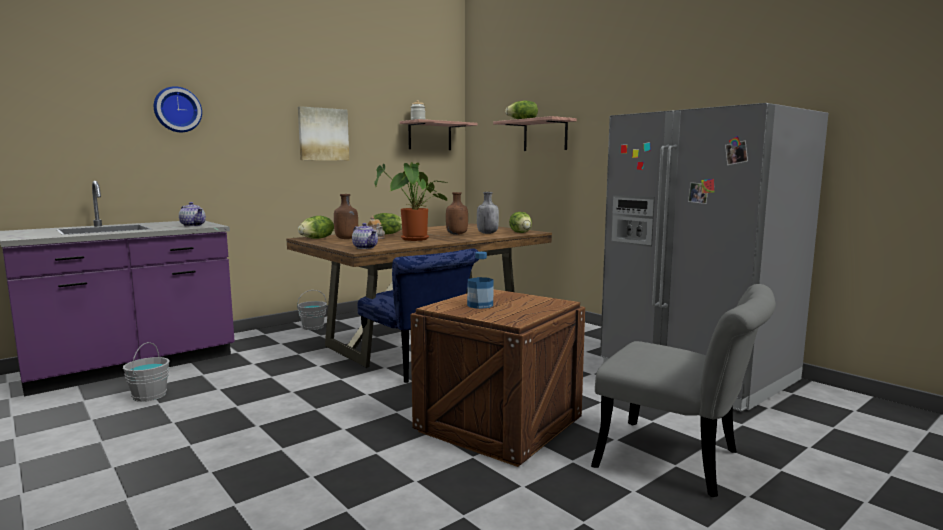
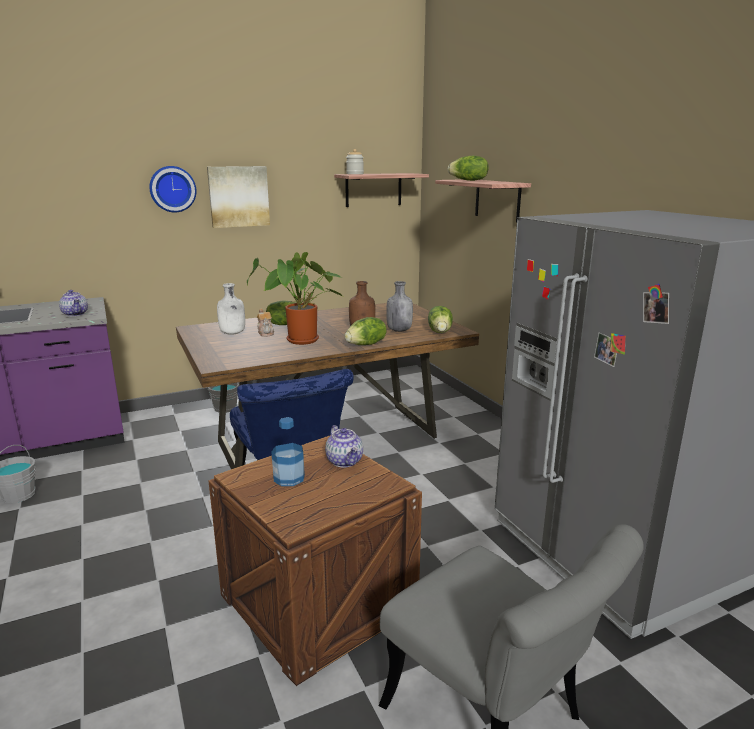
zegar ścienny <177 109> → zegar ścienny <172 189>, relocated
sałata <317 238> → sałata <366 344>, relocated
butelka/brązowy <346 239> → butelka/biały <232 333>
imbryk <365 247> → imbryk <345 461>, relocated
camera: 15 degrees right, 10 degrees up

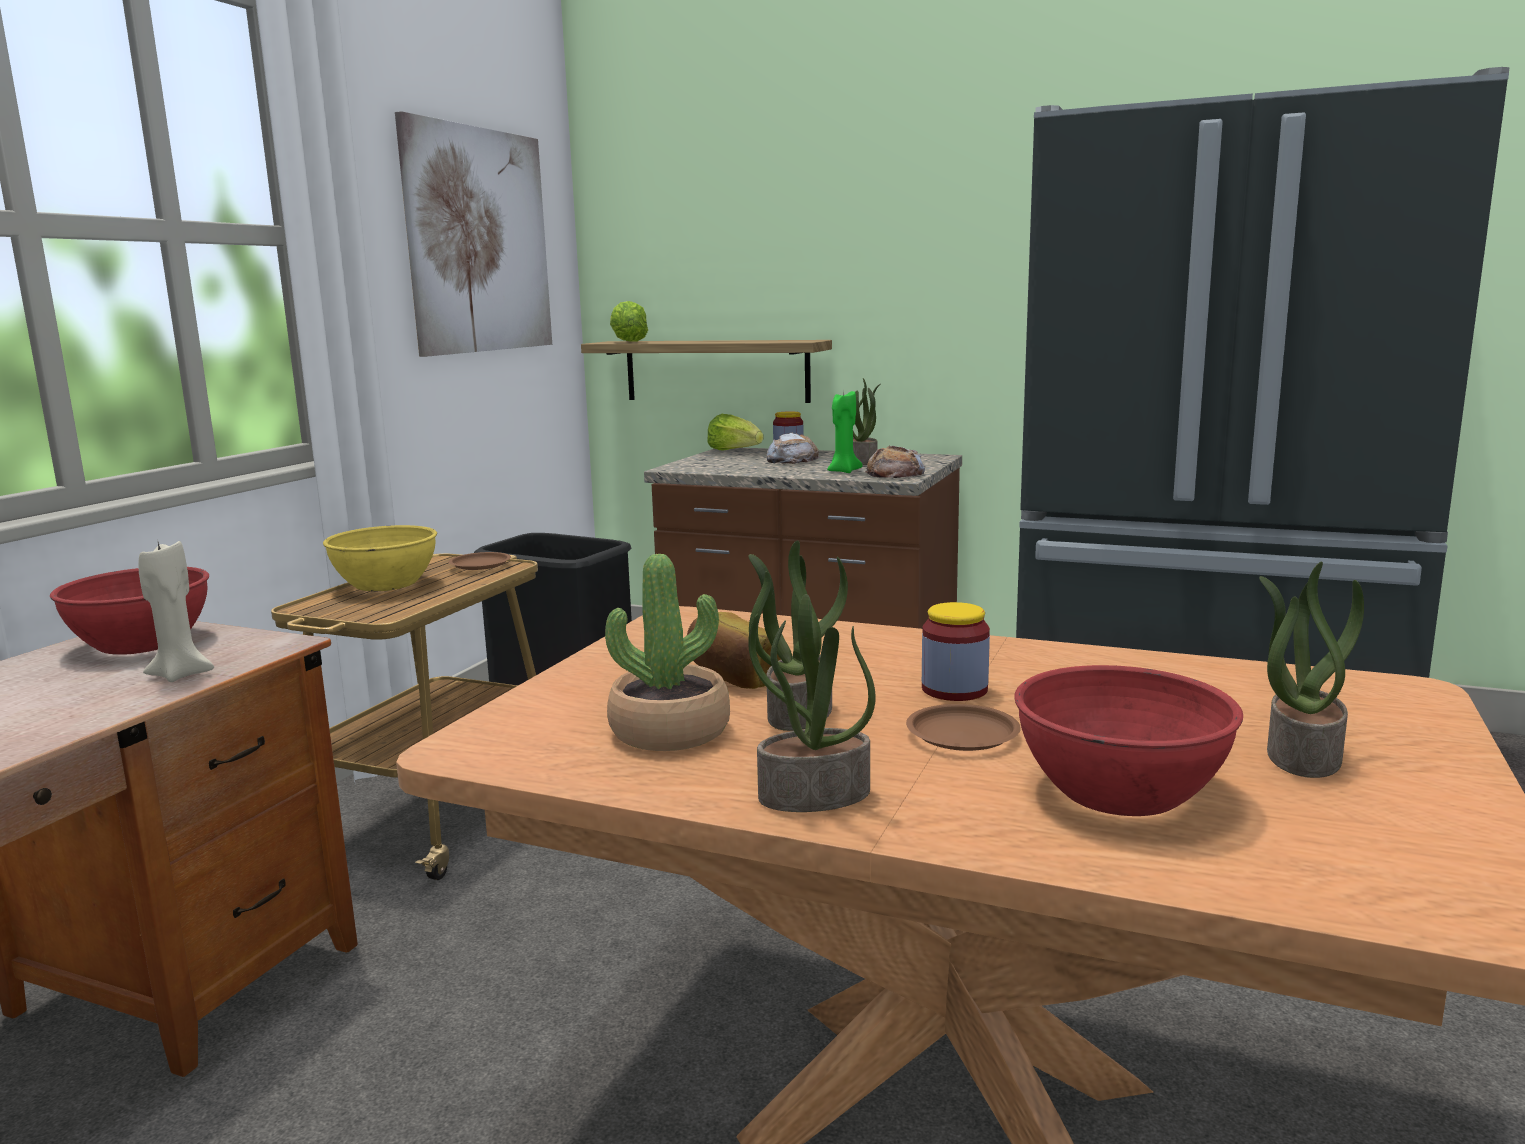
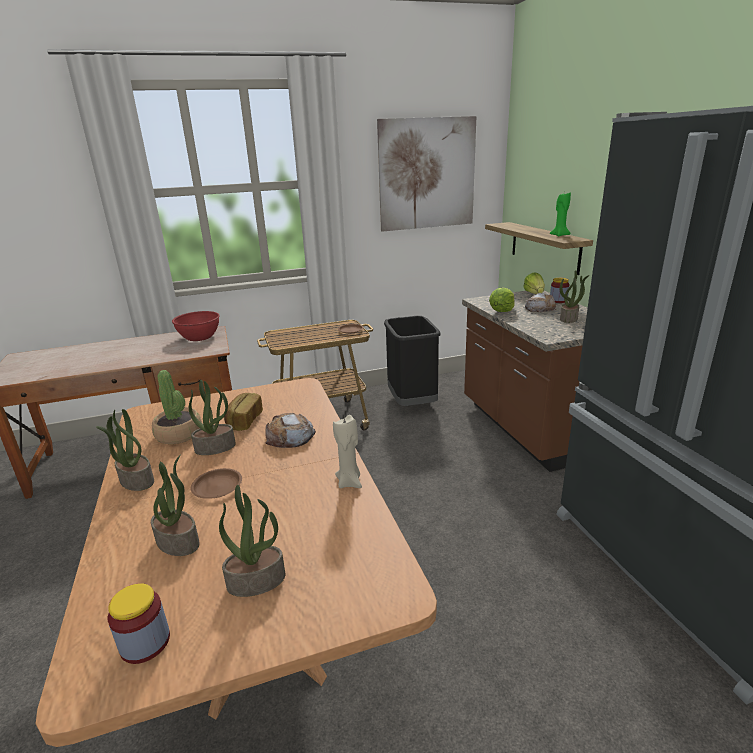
świeca/beżowy <181 674> → świeca/beżowy <349 482>, relocated
miska/żółty <386 584> → -
sałata <628 342> → sałata <502 311>, relocated
świeca/zielony <843 471> → świeca/zielony <559 235>, relocated
chleb <895 474> → chleb <290 436>, relocated
słoik <954 689> → słoik <145 642>, relocated
miska/czerwony <1120 790> → roślina doniczkowa <179 542>
camera: 50 degrees right, 10 degrees up

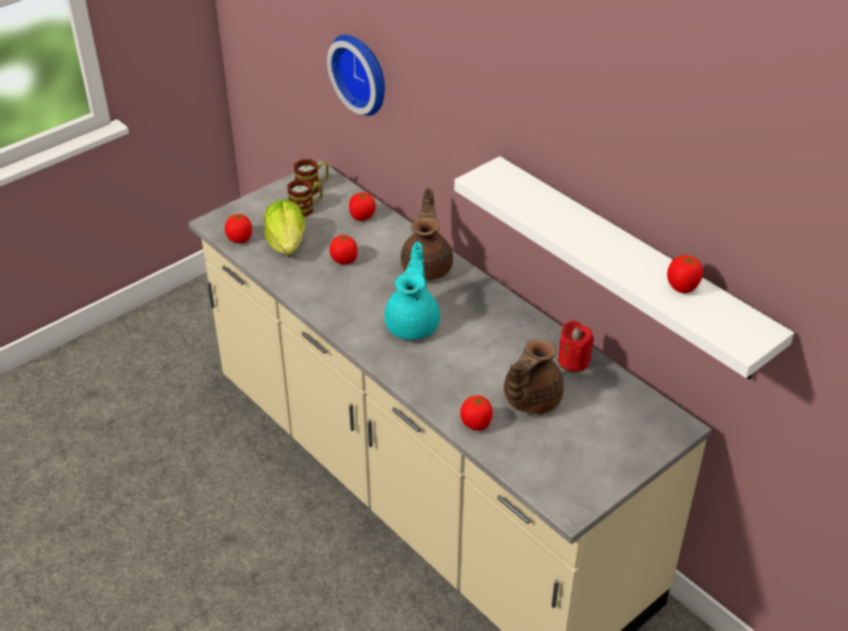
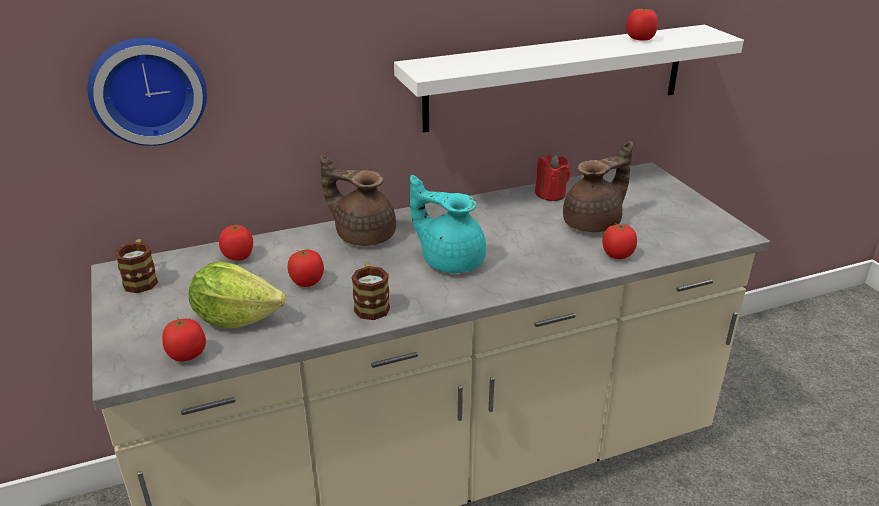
kubek <306 208> → kubek <371 304>, relocated
imbryk/brązowy <529 400> → imbryk/brązowy <594 223>, 90 degrees counterclockwise
camera: 70 degrees left, 10 degrees down

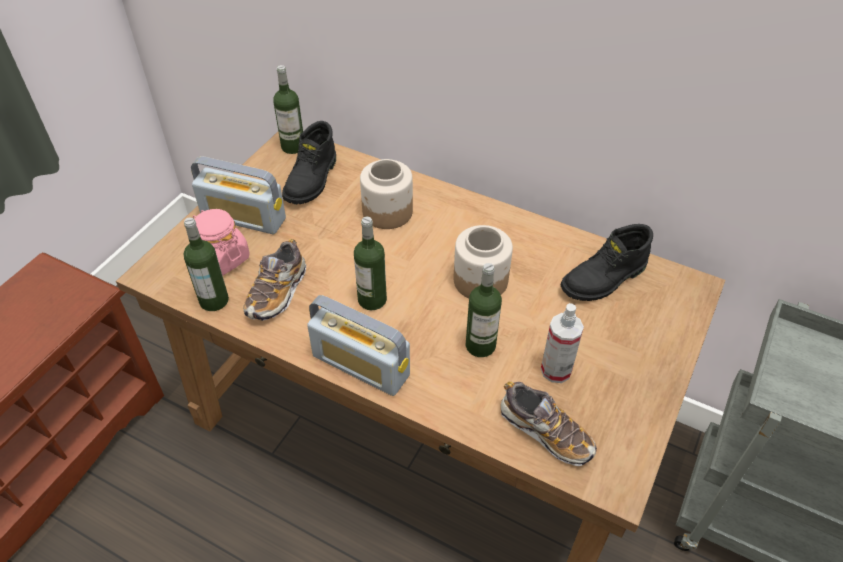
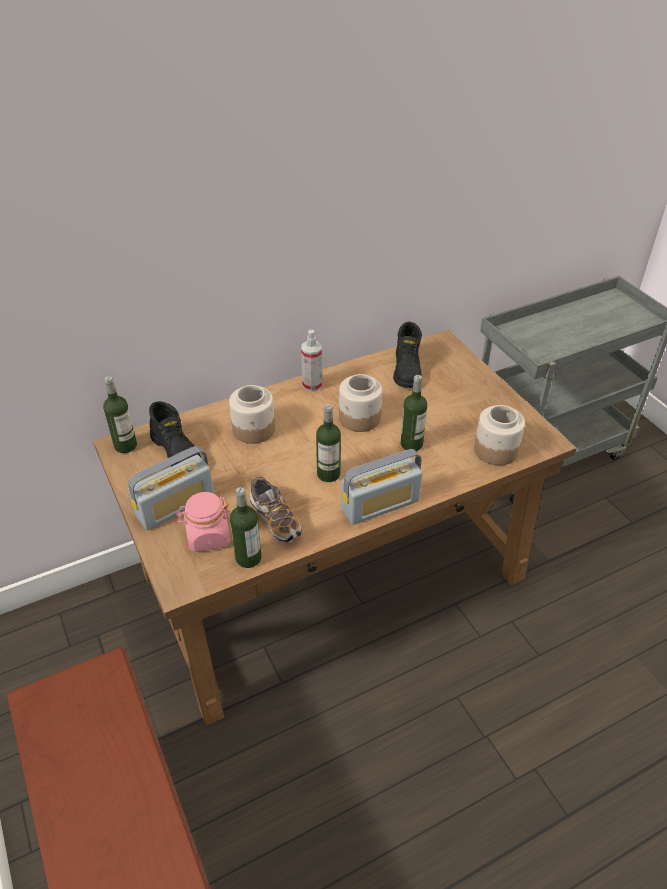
but <545 432> → słoik <495 450>
spryskiwacz <556 370> → spryskiwacz <312 385>, relocated
camera: 55 degrees left, 5 degrees down

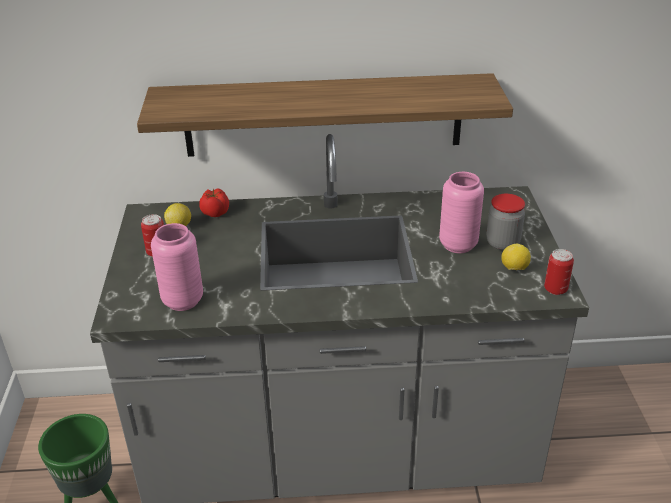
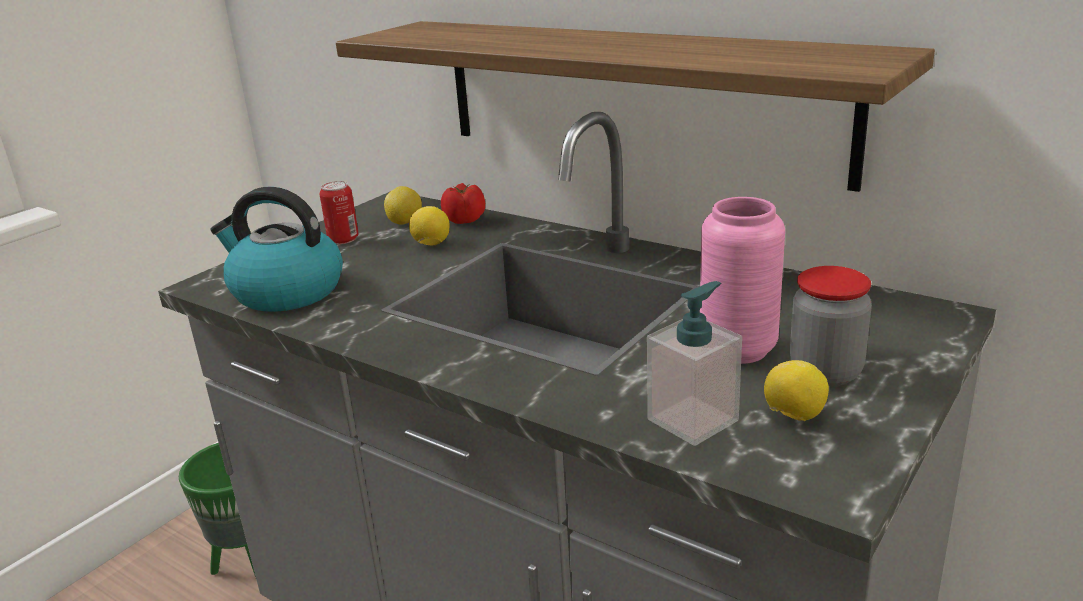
wazon/różowy <183 301> → czajnik <285 292>
puszka <555 289> → -
- → cytryna <431 244>
- → dozownik mydła <693 420>
camera: 40 degrees right, 10 degrees down

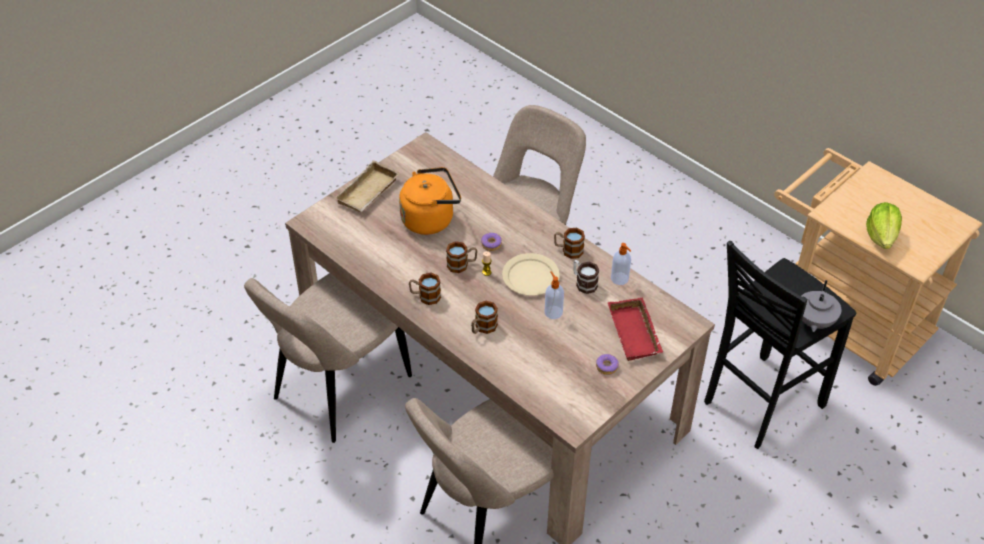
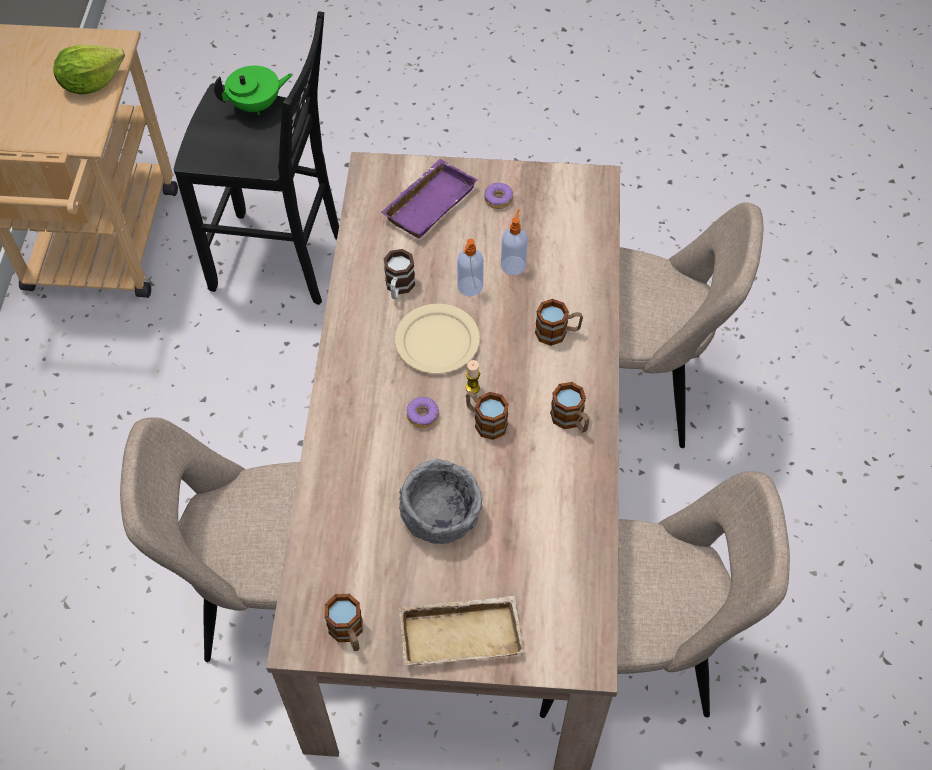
czajnik/pomarańczowy <430 219> → miska/szary <440 515>
kubek <568 250> → kubek <348 633>, relocated
taca/czerwony <636 333> → taca/fioletowy <428 202>
dozownik mydła <620 279> → dozownik mydła <513 265>, relocated
imbryk/szary <814 322> → imbryk/zielony <256 105>
camera: 130 degrees left, 10 degrees up

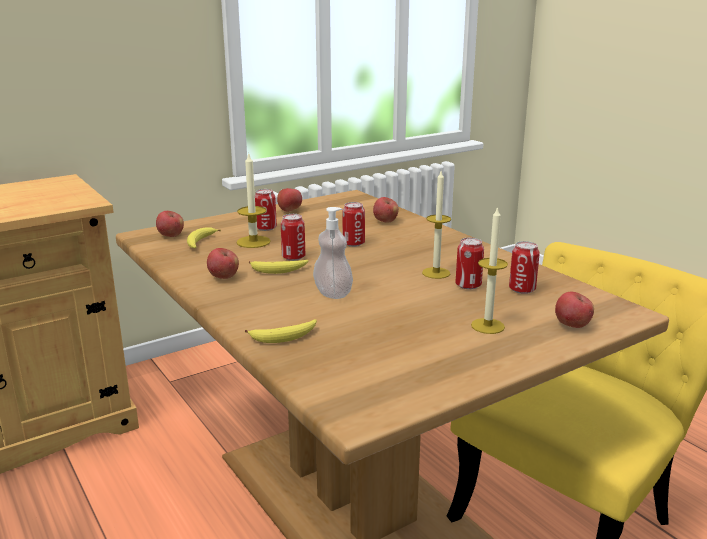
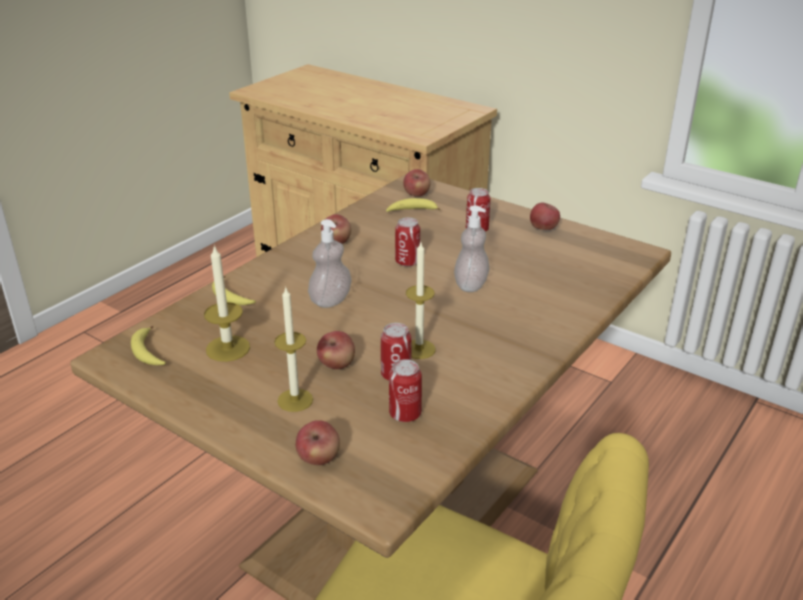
świeca <253 242> → świeca <228 348>, relocated
banan <279 270> → banan <148 353>, relocated
puszka <353 243> → dozownik mydła <471 285>
jabłko <385 222> → jabłko <337 365>, relocated
camera: 70 degrees right, 10 degrees up

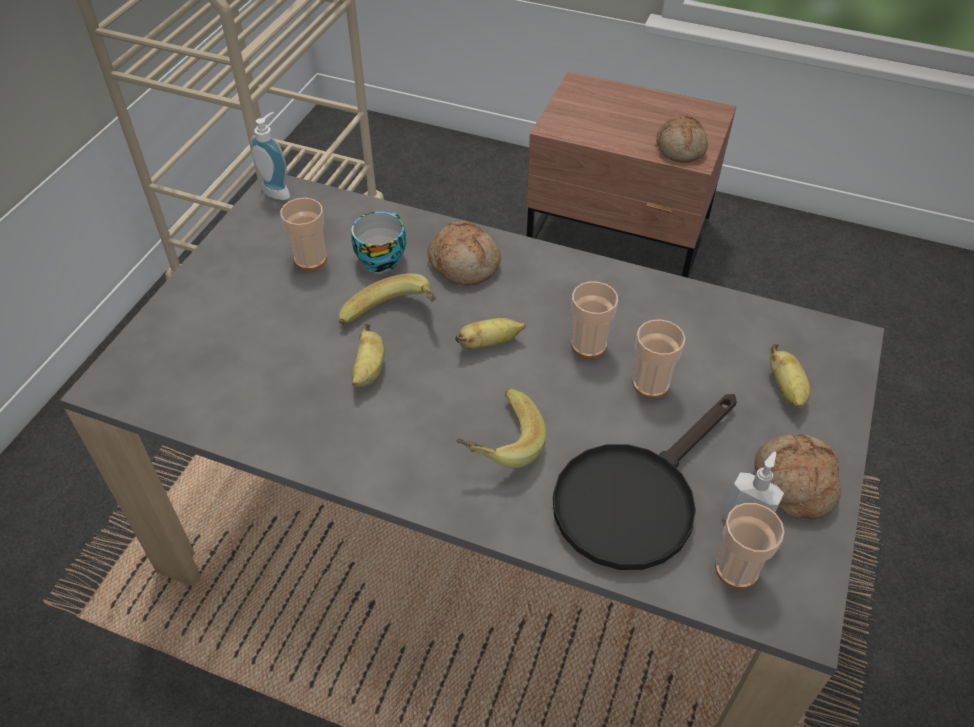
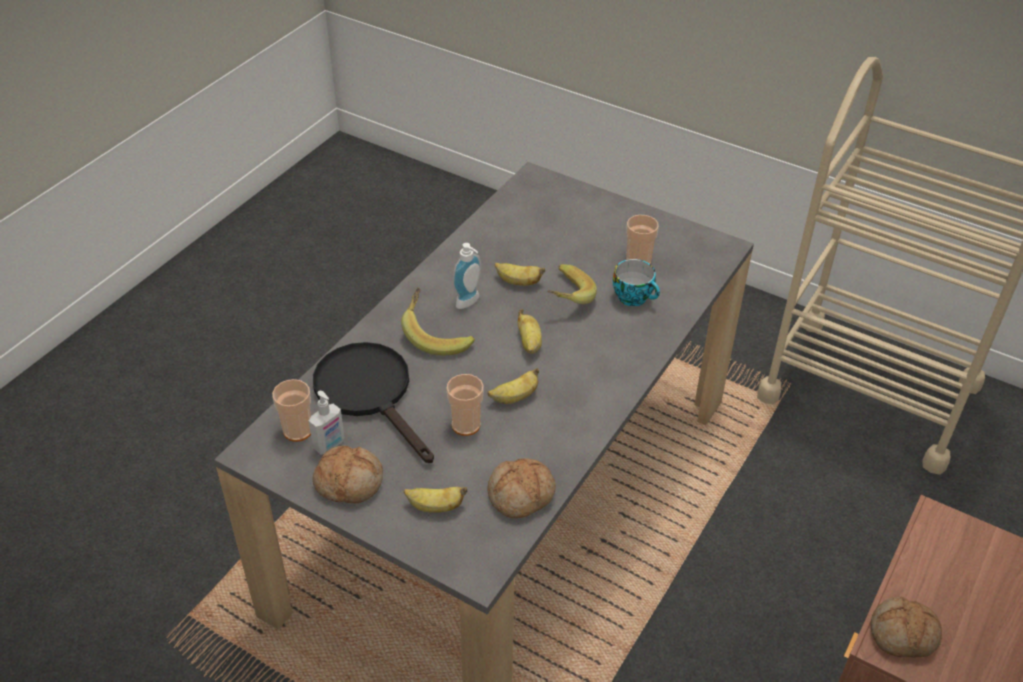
dozownik mydła <278 190> → dozownik mydła <470 303>, relocated
chleb <464 263> → chleb <521 496>, relocated
filiżanka <588 345> → banan <514 397>
camera: 100 degrees right, 5 degrees down

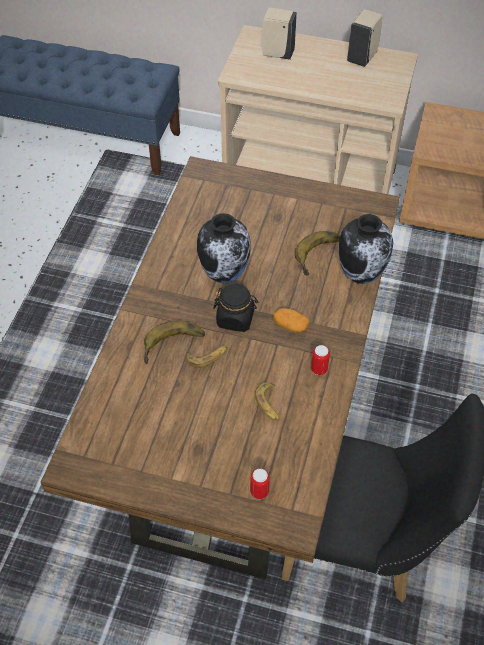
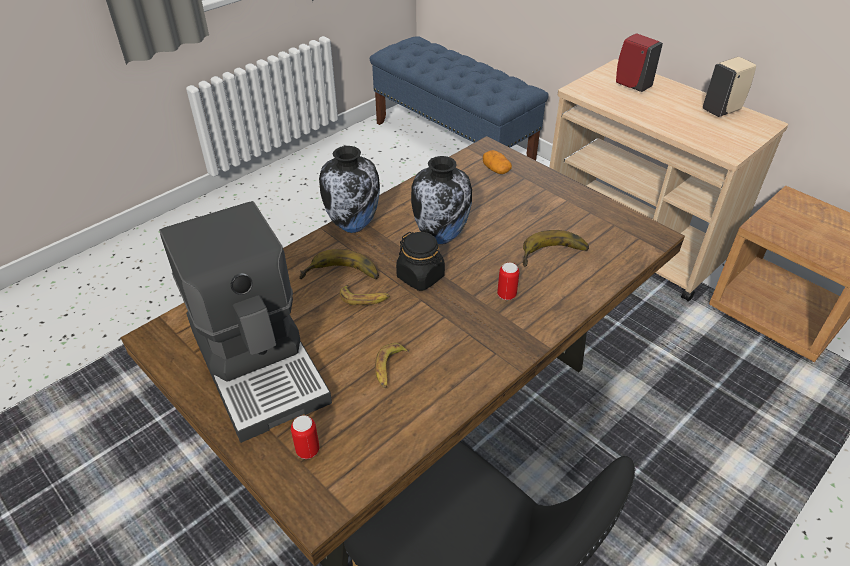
dozownik mydła/beżowy <276 54> → dozownik mydła/czerwony <631 85>
ziemniak <290 325> → ziemniak <496 170>, relocated
puszka <319 369> → puszka <506 295>, relocated
wazon <361 275> → wazon <354 225>, relocated
- → ekspres do kawy <260 364>
camera: 30 degrees right, 10 degrees down

